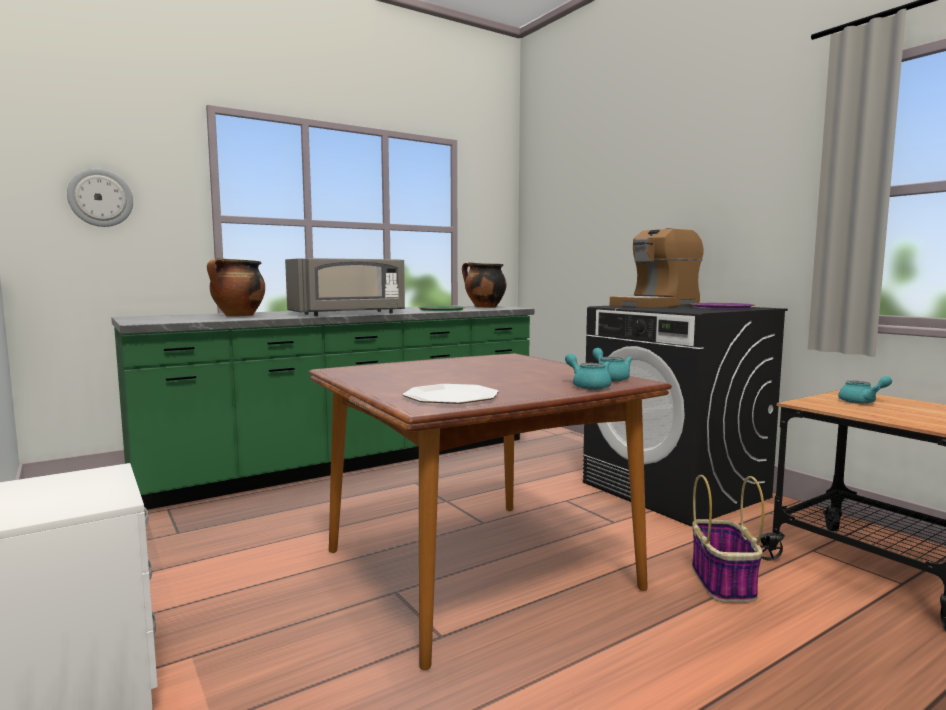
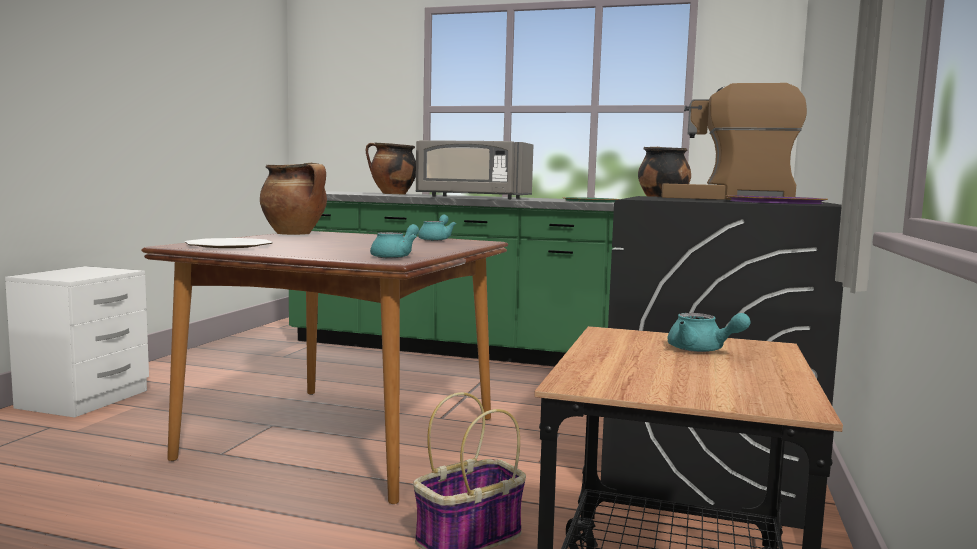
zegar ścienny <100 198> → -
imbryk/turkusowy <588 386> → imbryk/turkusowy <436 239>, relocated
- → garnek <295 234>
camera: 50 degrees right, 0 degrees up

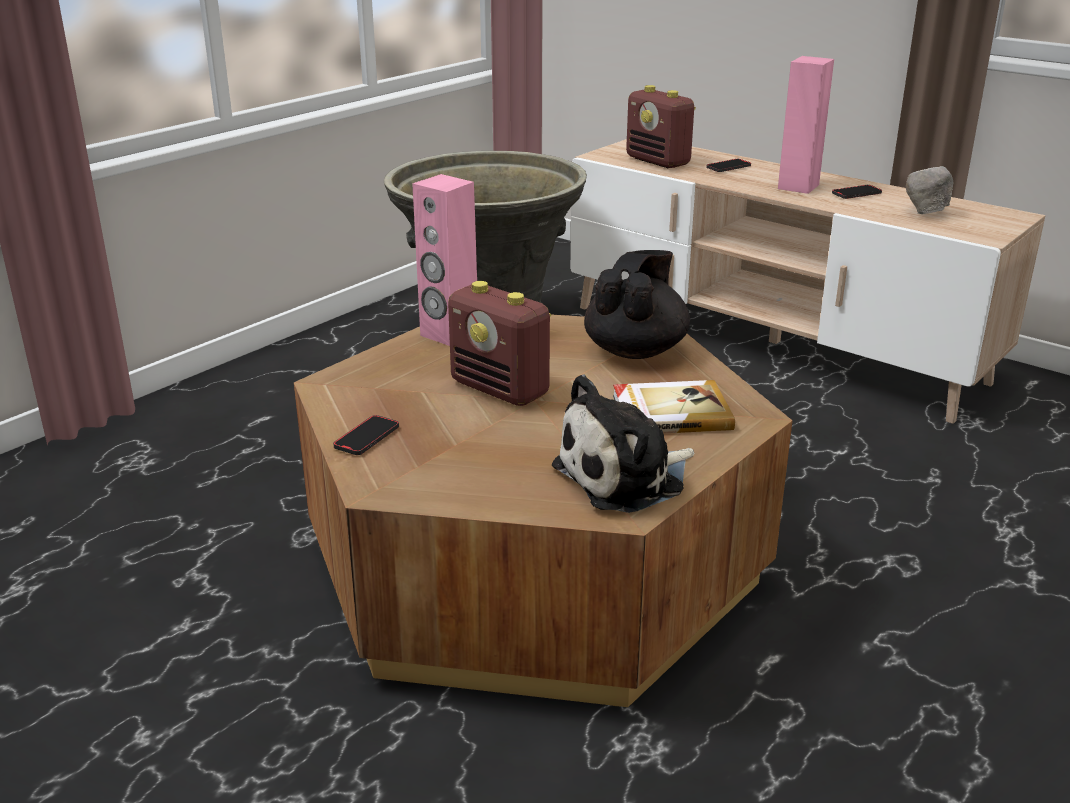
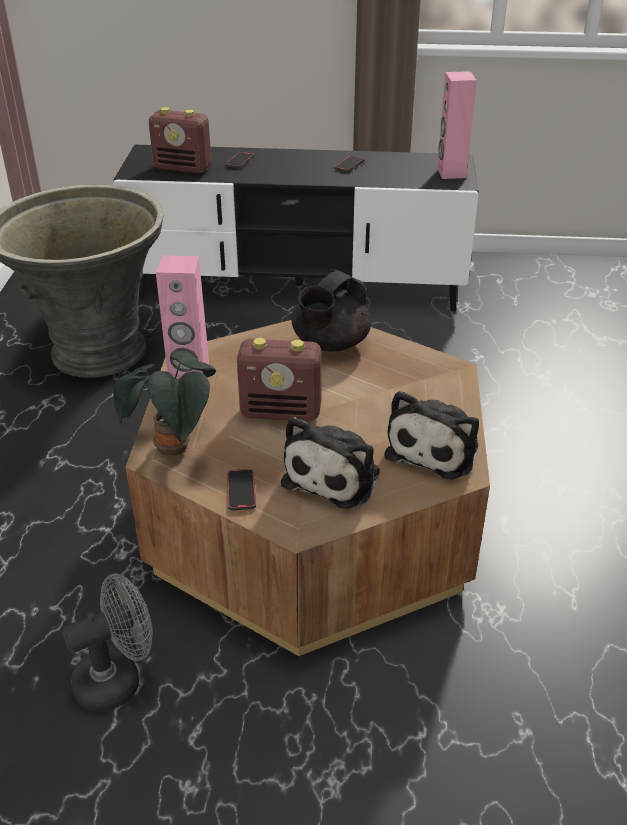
szafka pod telewizor/beżowy <772 343> → szafka pod telewizor/czarny <298 285>
imbryk/czarny <636 350> → imbryk/czarny <329 344>, 135 degrees counterclockwise
książka <670 412> → -
głośnik/różowy <797 186> → głośnik/różowy <451 173>, relocated
miska/szary <925 213> → -
- → wentylator/szary <117 679>
- → roślina doniczkowa <174 450>
- → pluszak <335 475>
camera: 35 degrees left, 10 degrees up

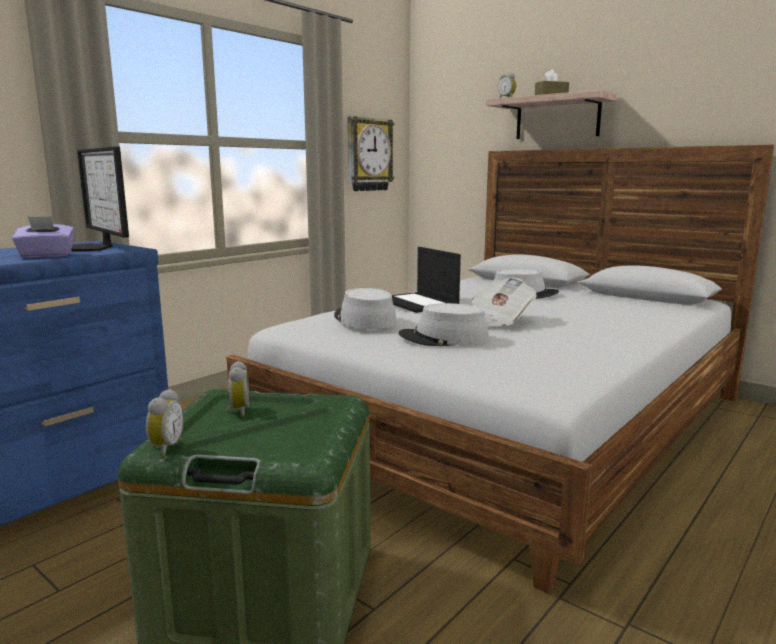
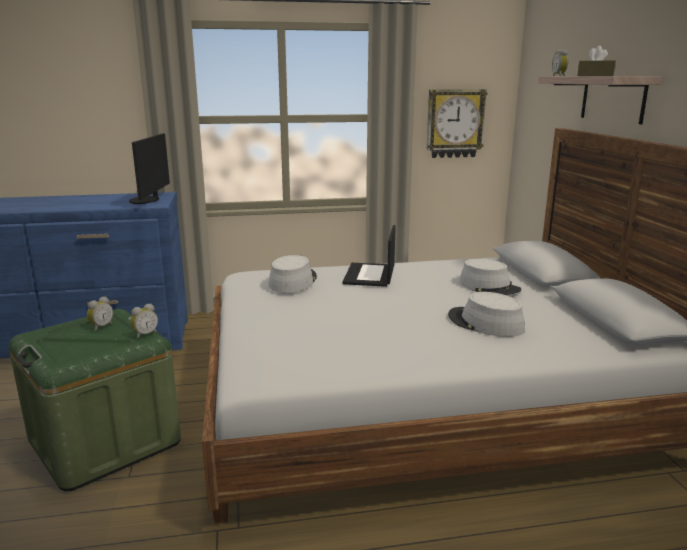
pudełko chusteczek/fioletowy <46 256> → -
budzik <165 448> → budzik <145 334>, relocated
kapelusz/szary <444 338> → kapelusz/szary <485 323>, relocated
gazeta <498 321> → -
camera: 40 degrees right, 5 degrees up

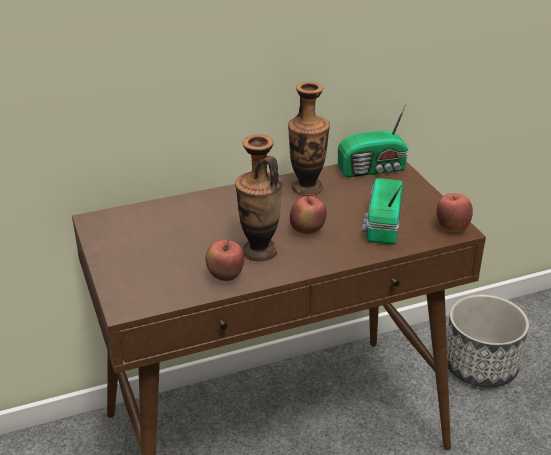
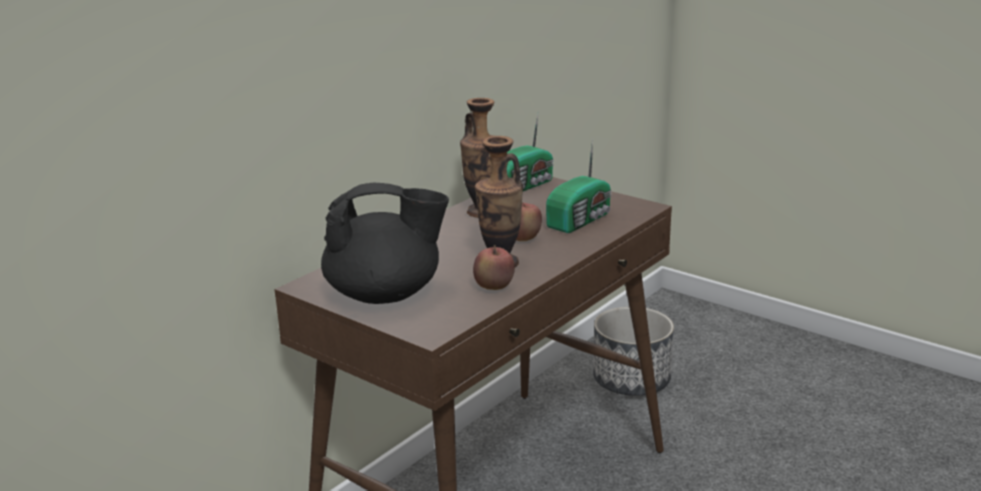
radio <381 226> → radio <581 220>, 120 degrees counterclockwise
jabłko <452 228> → -
- → imbryk/czarny <386 295>
camera: 30 degrees left, 10 degrees down

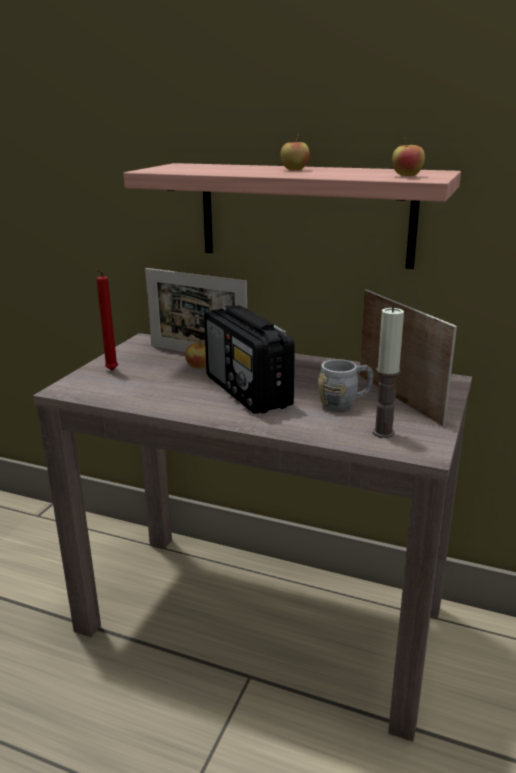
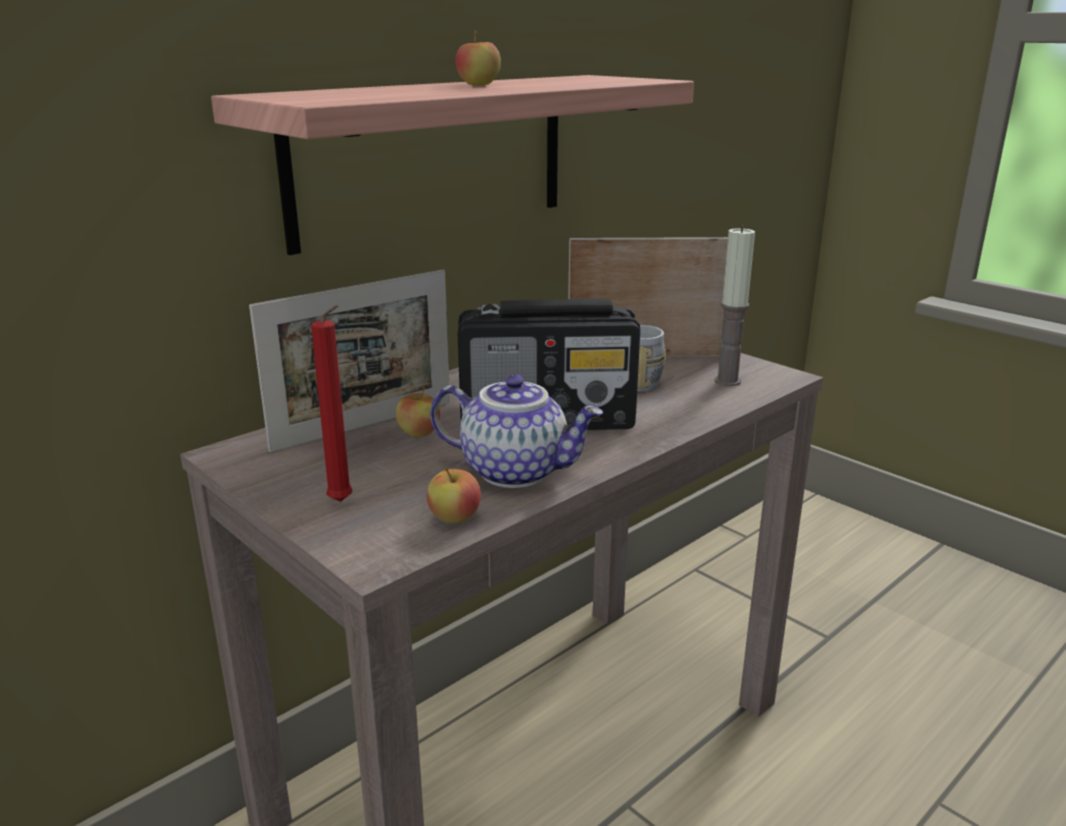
jabłko <407 176> → jabłko <455 518>, relocated
- → imbryk <516 471>
camera: 65 degrees left, 0 degrees up

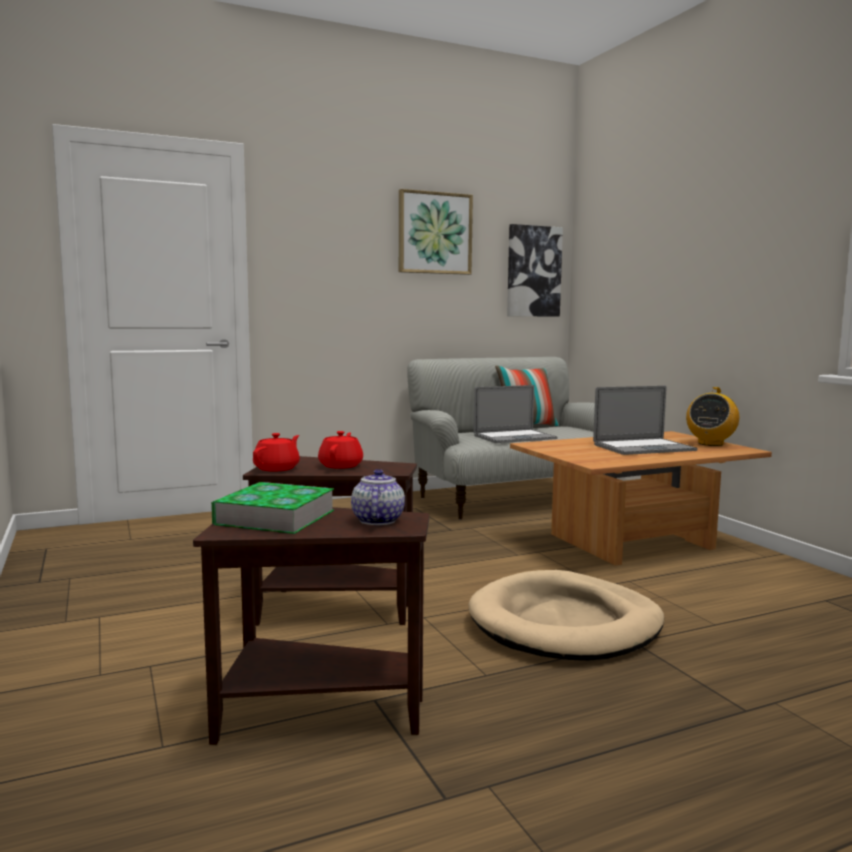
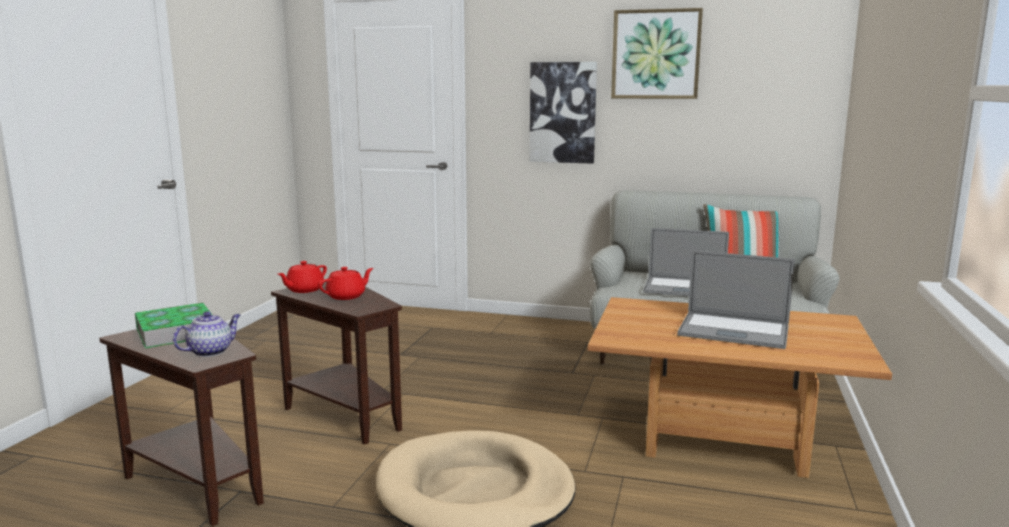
imbryk/czerwony <277 468> → imbryk/czerwony <304 290>, 150 degrees clockwise
obraz <533 271> → obraz <563 112>, relocated
radio <710 443> → -
camera: 40 degrees right, 5 degrees up

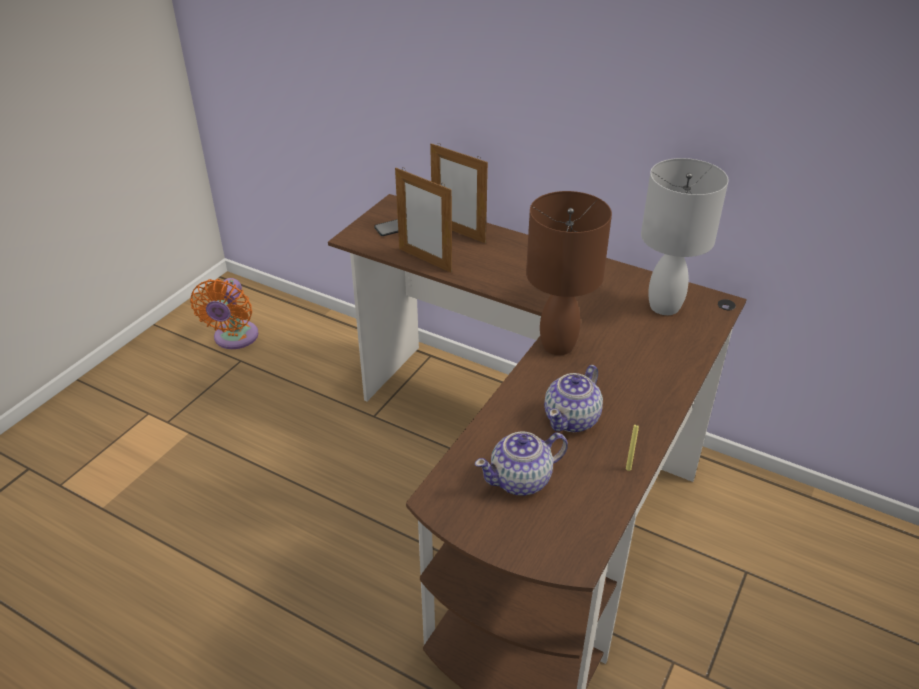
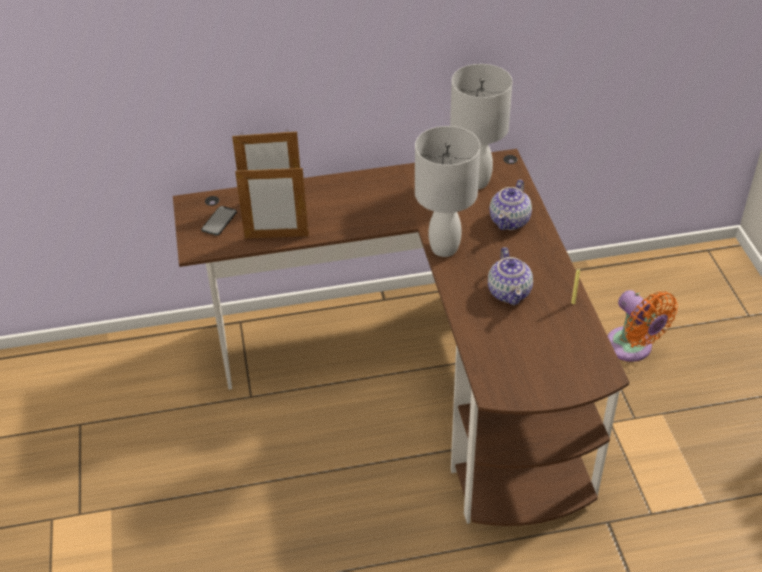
wentylator/pomarańczowy <234 339> → wentylator/pomarańczowy <632 348>, relocated
imbryk <521 480> → imbryk <510 220>, relocated
lampa stołowa/brązowy <557 344> → lampa stołowa/biały <443 248>
camera: 40 degrees left, 5 degrees up

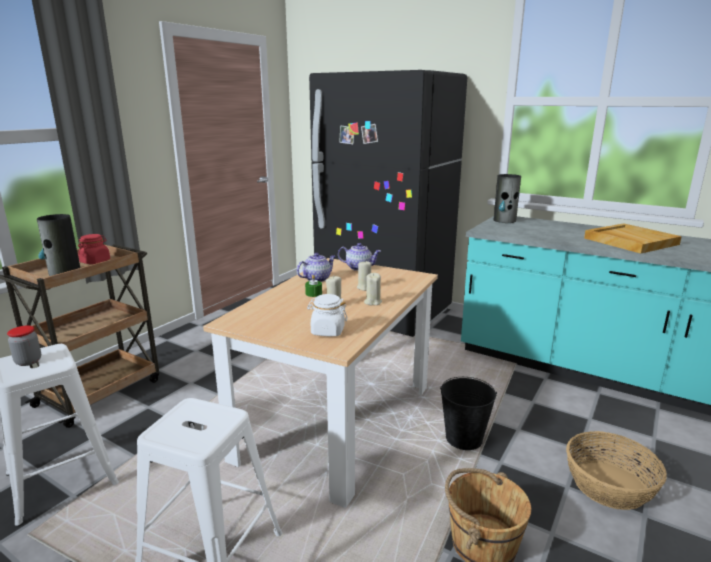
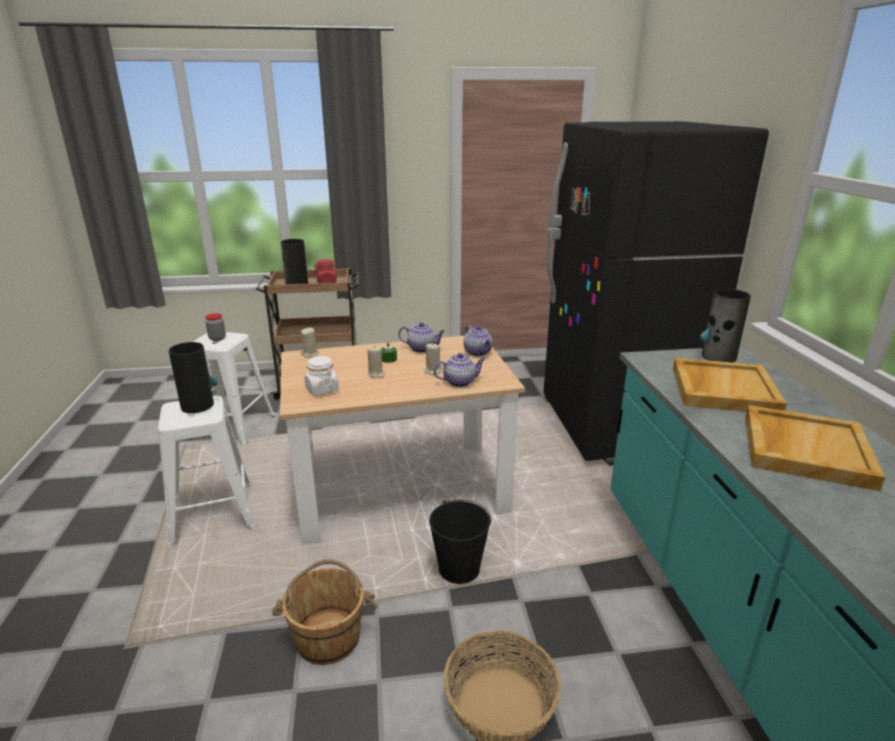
świeca/beżowy <372 302> → świeca/beżowy <310 354>, relocated
- → wazon <197 405>
- → imbryk <460 382>
- → taca/beżowy <722 389>
camera: 50 degrees right, 5 degrees up

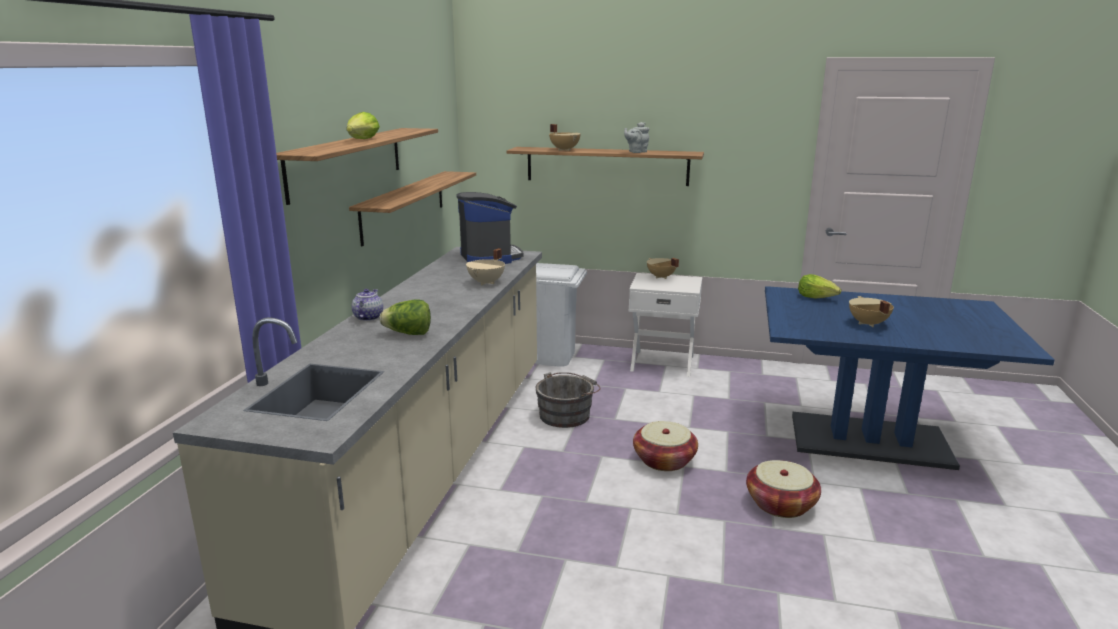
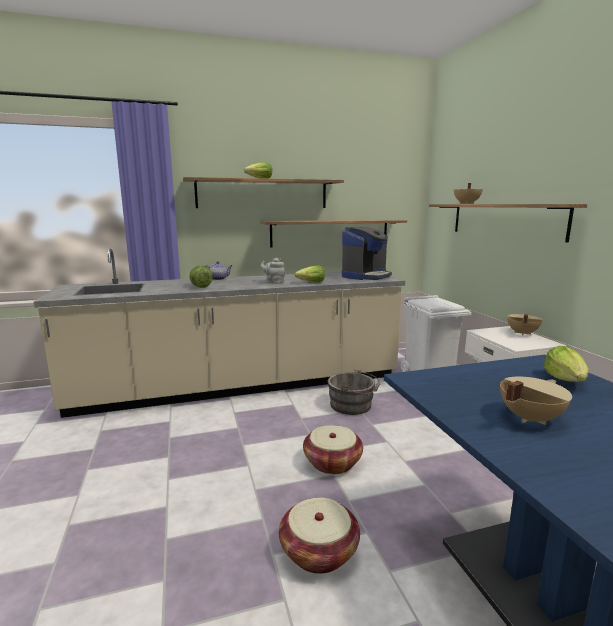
garnek/beżowy <487 282> → sałata <311 282>
imbryk/szary <636 152> → imbryk/szary <274 282>, relocated
camera: 60 degrees right, 5 degrees down

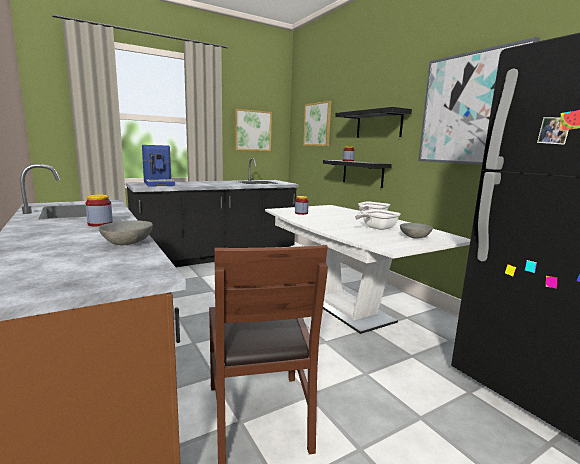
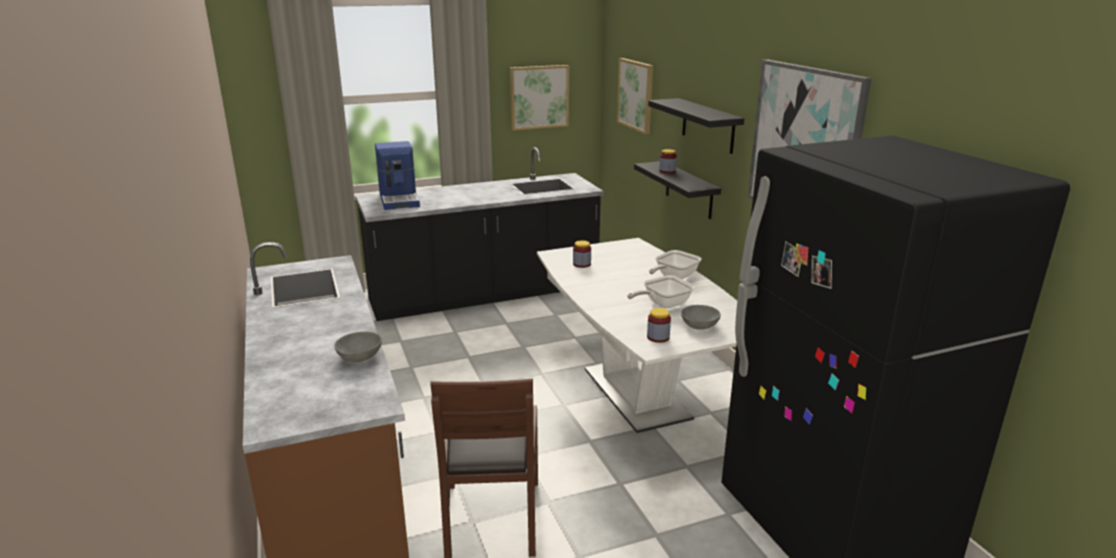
słoik <100 224> → słoik <658 337>, relocated
camera: 10 degrees right, 10 degrees up

